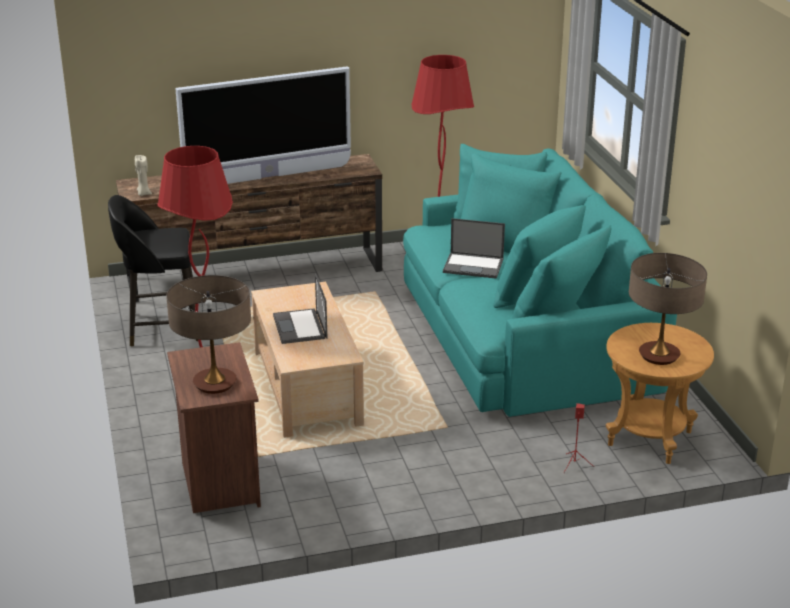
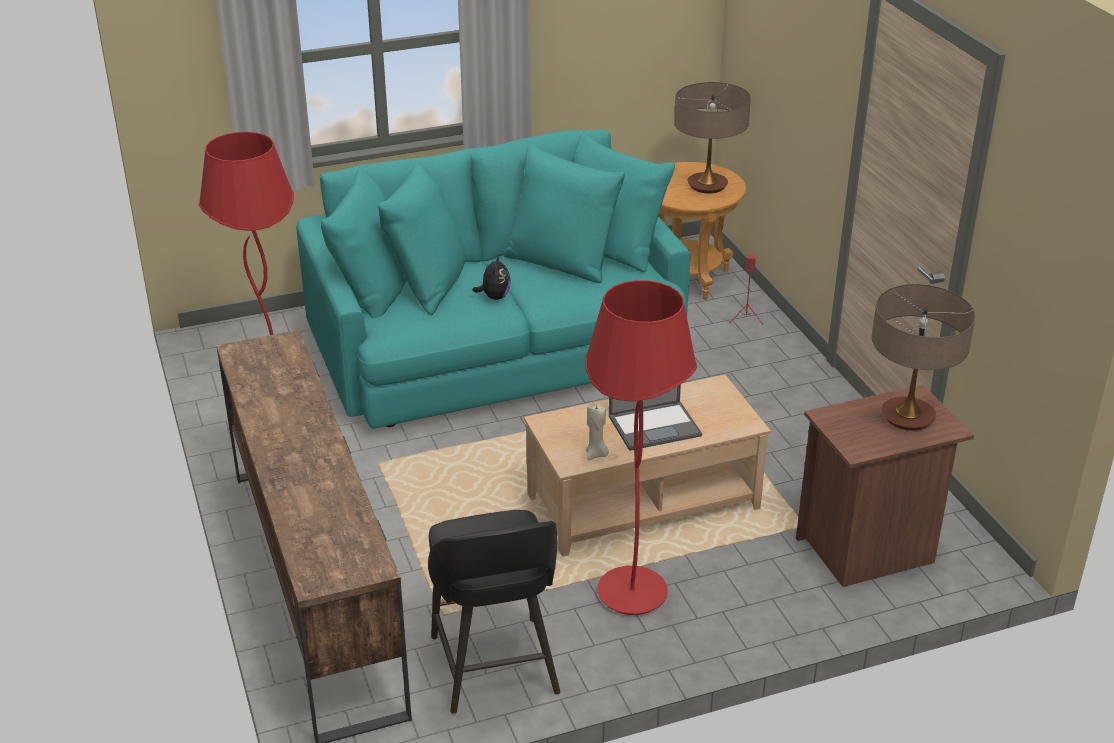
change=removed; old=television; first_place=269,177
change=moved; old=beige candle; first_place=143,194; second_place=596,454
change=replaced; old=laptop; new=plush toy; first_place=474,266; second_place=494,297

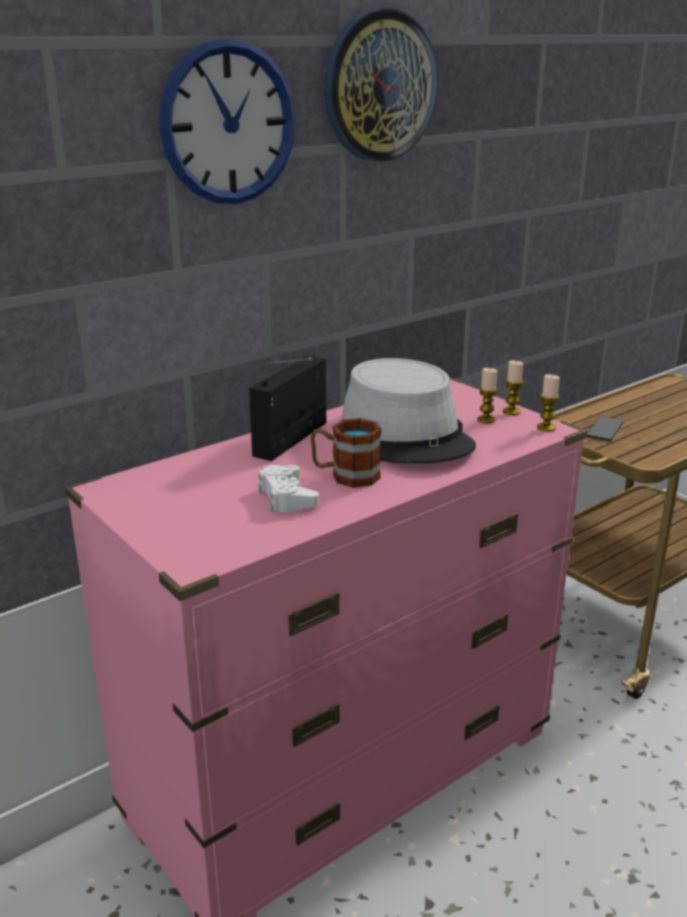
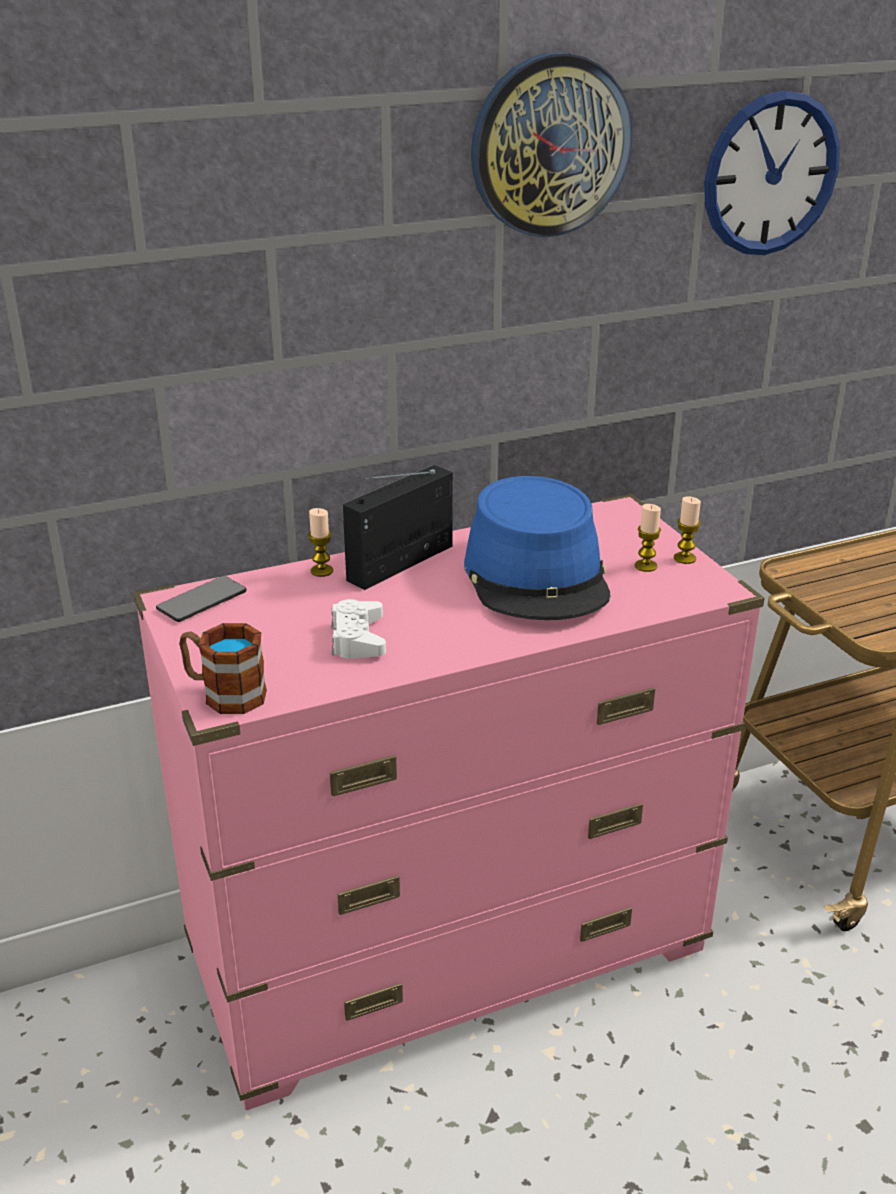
change=moved; old=wall clock; first_place=229,124; second_place=771,174
change=moved; old=mug; first_place=345,475; second_place=224,693
change=moved; old=candle; first_place=546,427; second_place=322,571
change=moved; old=phone; first_place=604,430; second_place=202,600
change=recoloured; old=grey hat; new=blue hat; first_place=406,435; second_place=537,575

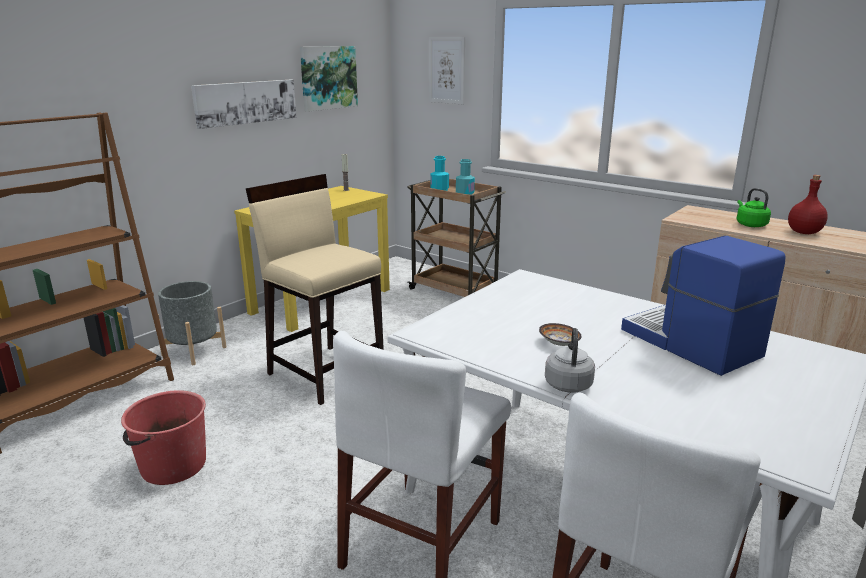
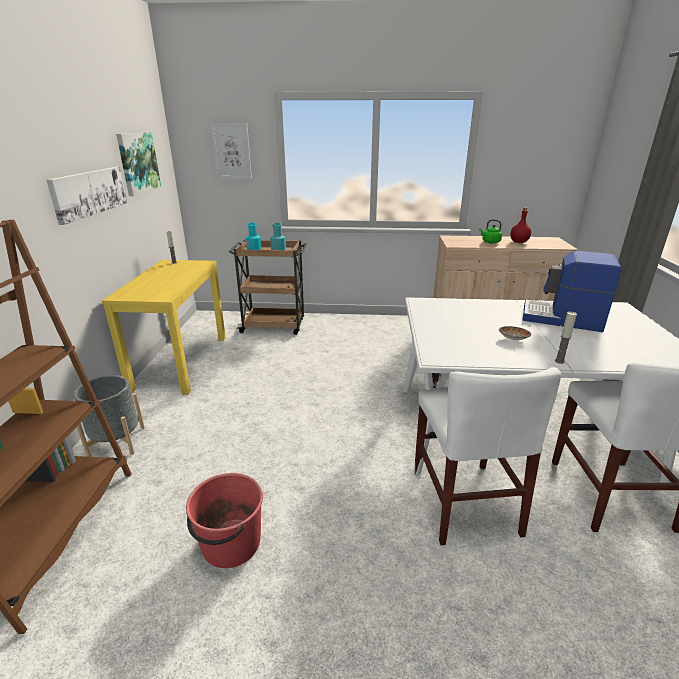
change=removed; old=beige stool; first_place=326,372
change=replaced; old=grey kettle; new=candle; first_place=568,383; second_place=559,361

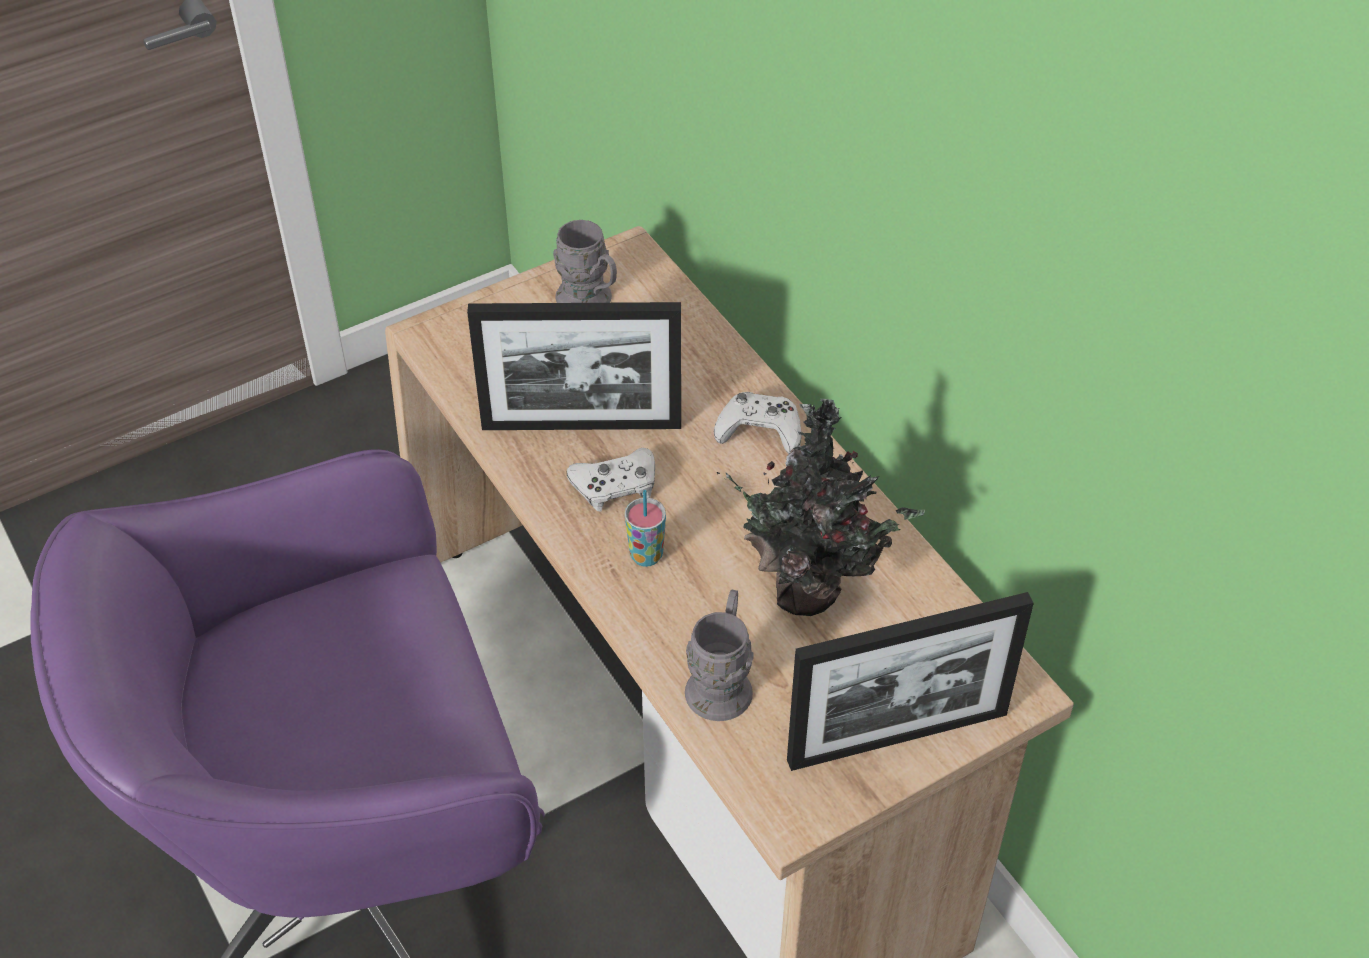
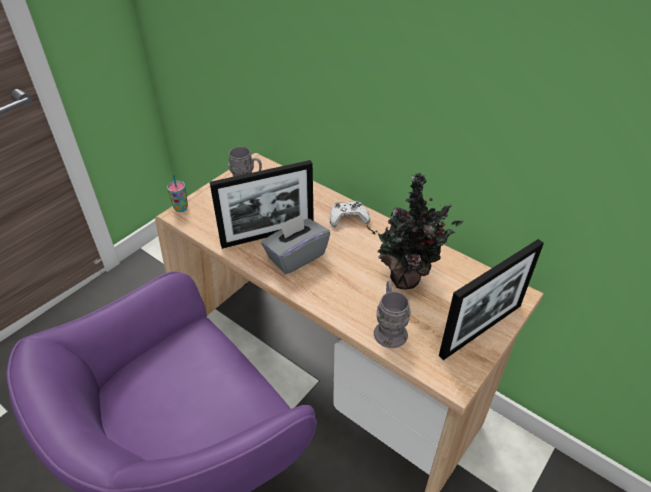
change=moved; old=cup; first_place=646,556; second_place=181,208
change=replaced; old=white game controller; new=grey tissue box; first_place=615,486; second_place=296,256

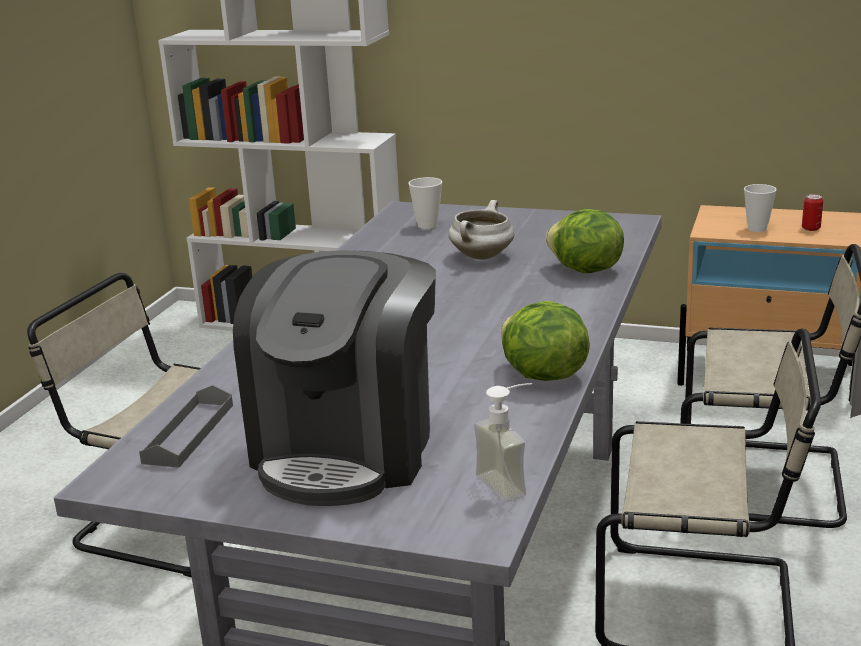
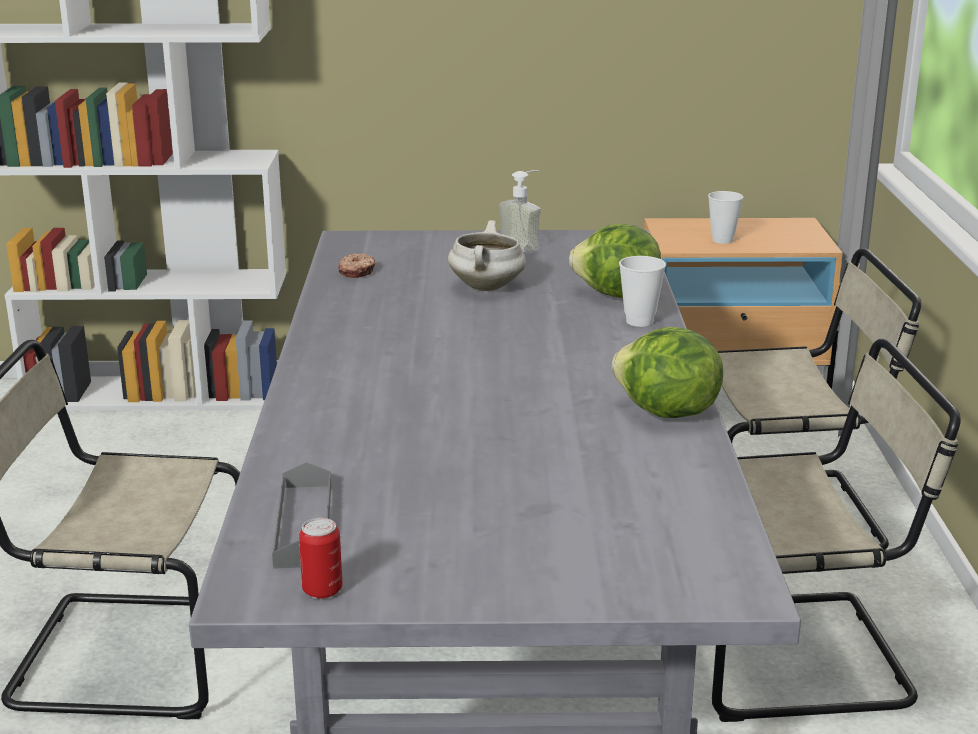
change=removed; old=coffee machine; first_place=347,449
change=added; new=donut; second_place=358,272
change=moved; old=cup; first_place=427,225; second_place=639,321
change=moved; old=soap dispenser; first_place=511,483; second_place=525,245
change=moved; old=can; first_place=811,228; second_place=322,590

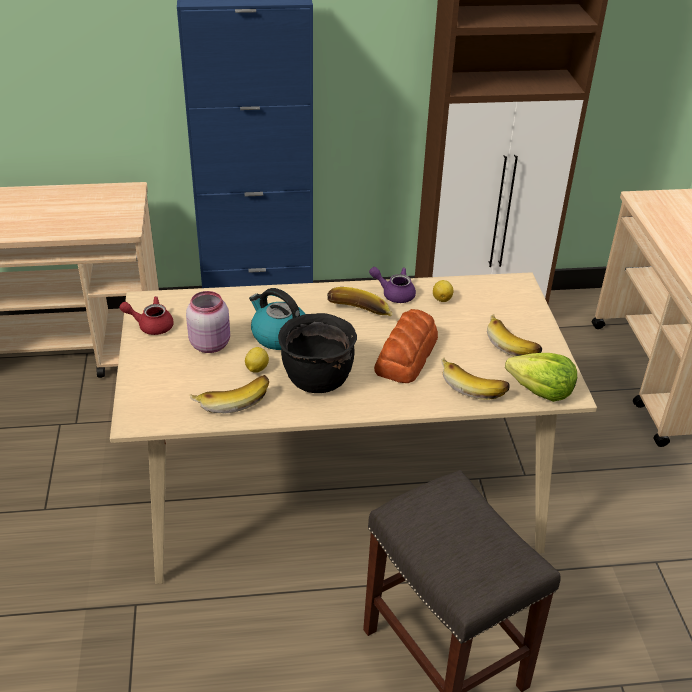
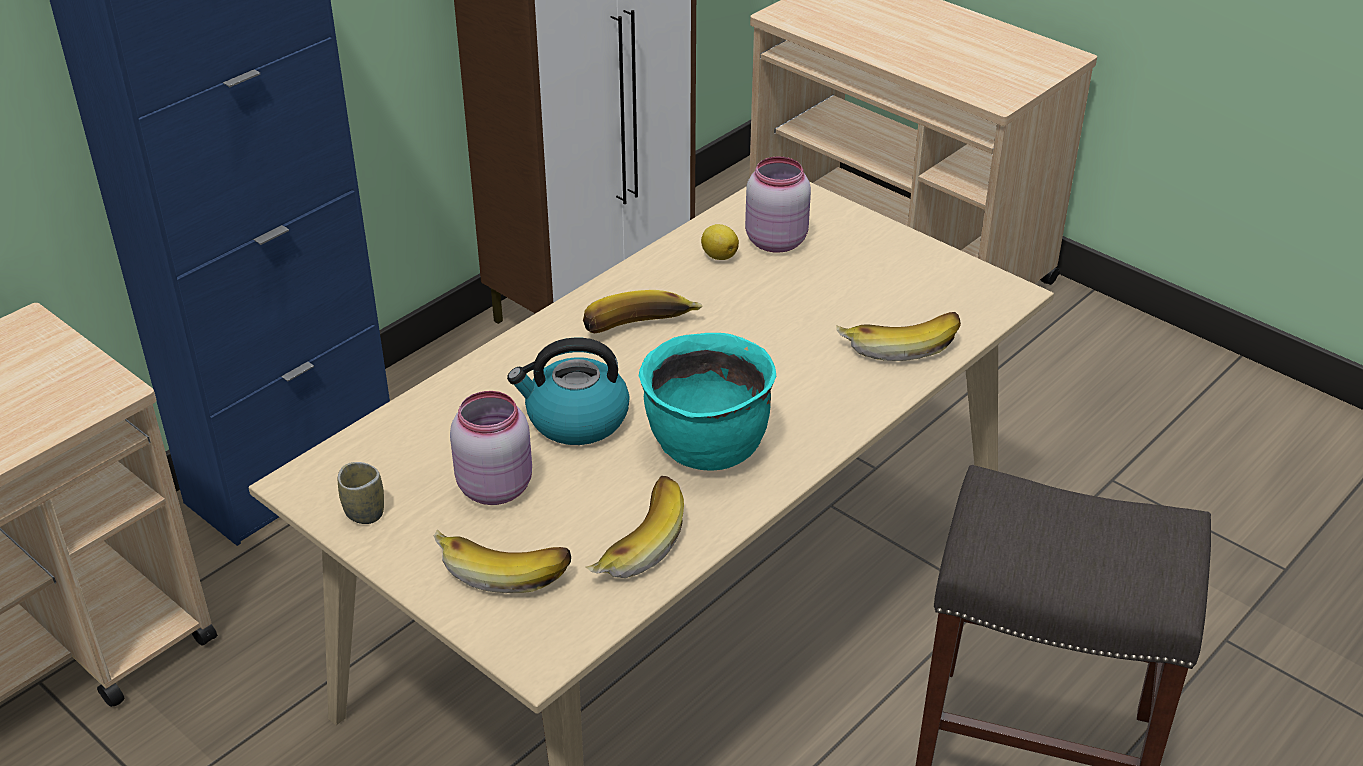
change=removed; old=lemon; first_place=256,369
change=removed; old=purple teapot; first_place=394,293
change=removed; old=bread; first_place=407,355
change=removed; old=lettuce; first_place=541,391
change=added; new=pink jar; second_place=775,240
change=moved; old=banana; first_place=513,344; second_place=505,567
change=replaced; old=red teapot; new=cup; first_place=151,325; second_place=364,512
change=recoloured; old=black cooking pot; new=turquoise cooking pot; first_place=317,379; second_place=706,447

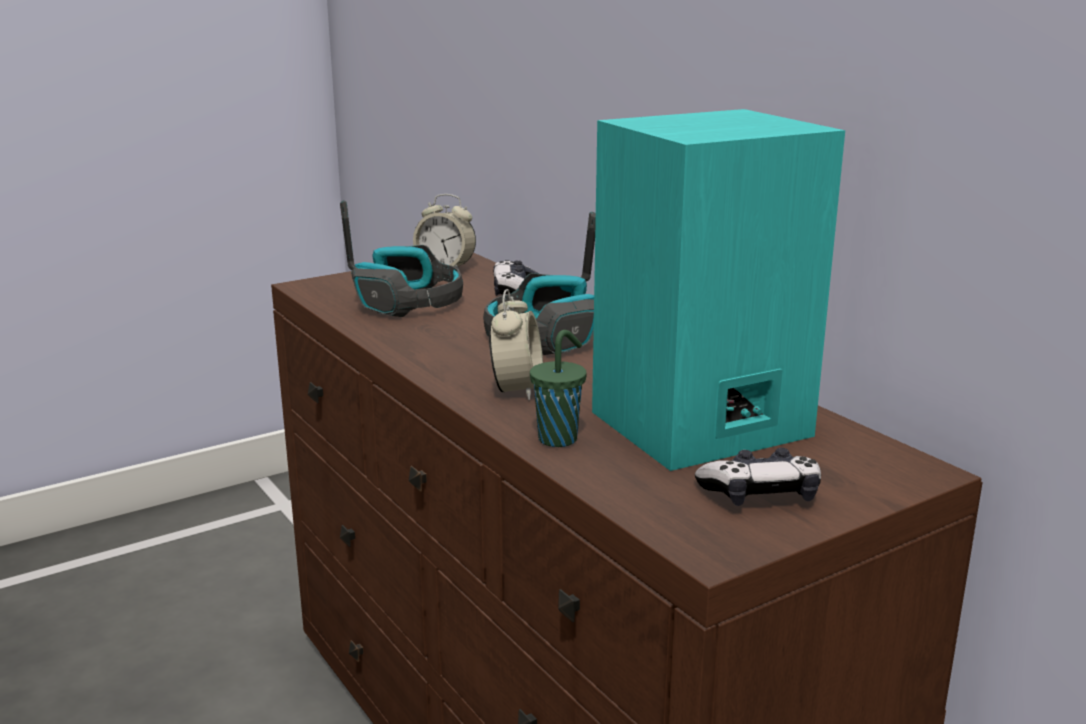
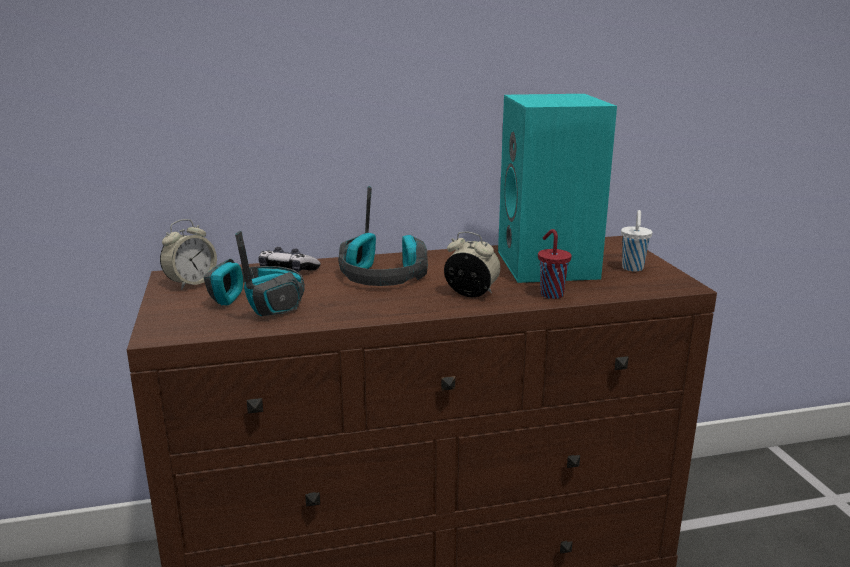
change=replaced; old=game controller; new=white cup; first_place=760,495; second_place=632,269
change=recoloured; old=green cup; new=red cup; first_place=559,438; second_place=550,294

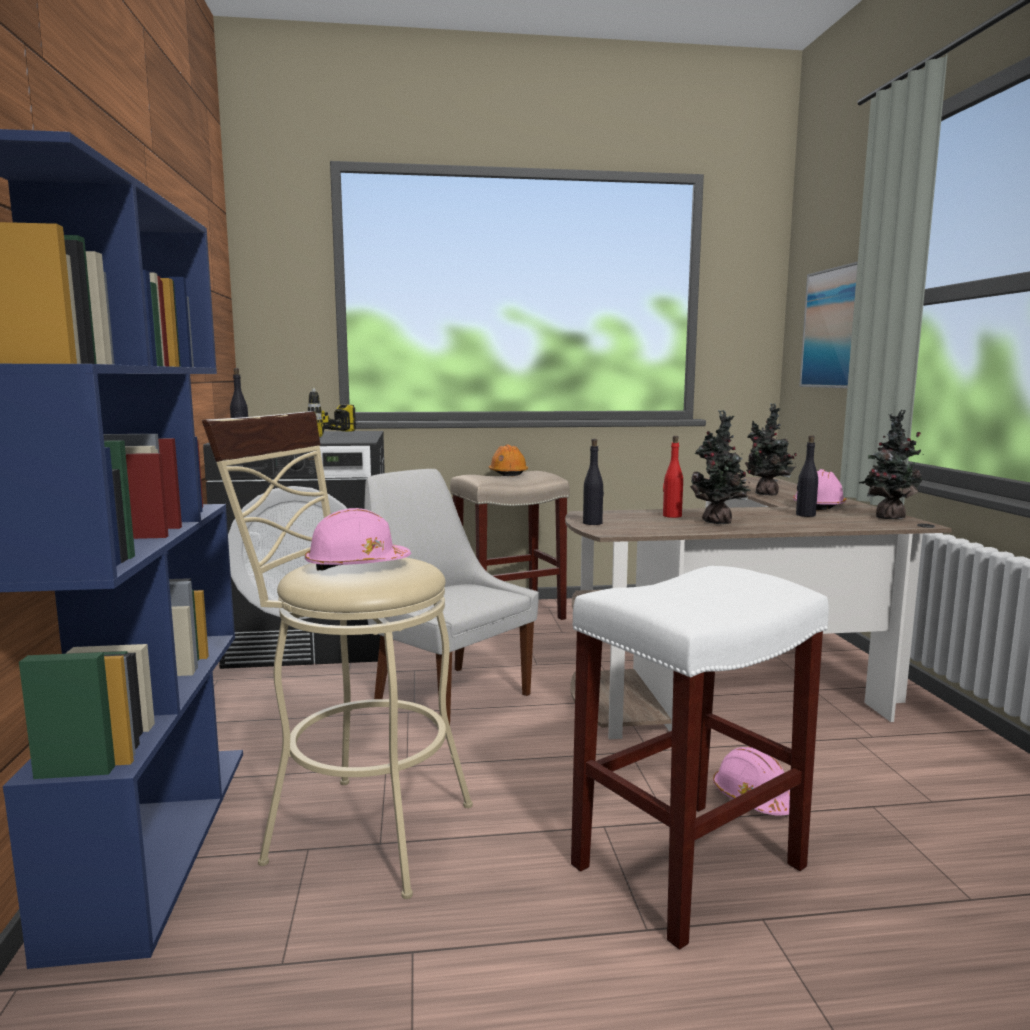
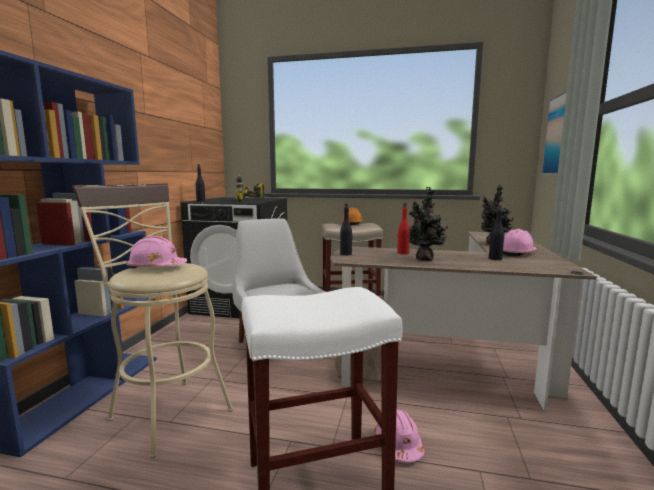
change=removed; old=potted plant; first_place=886,517

